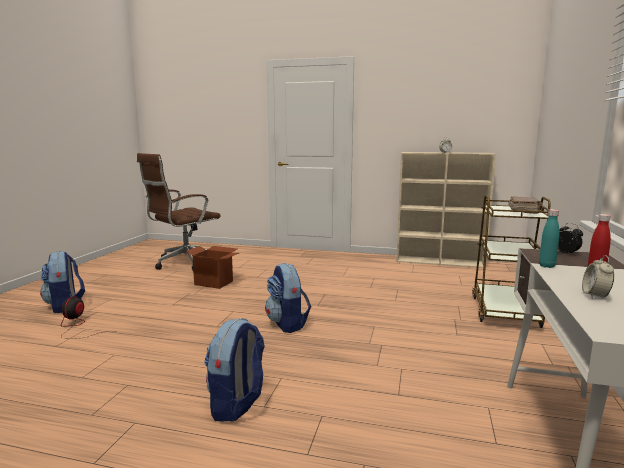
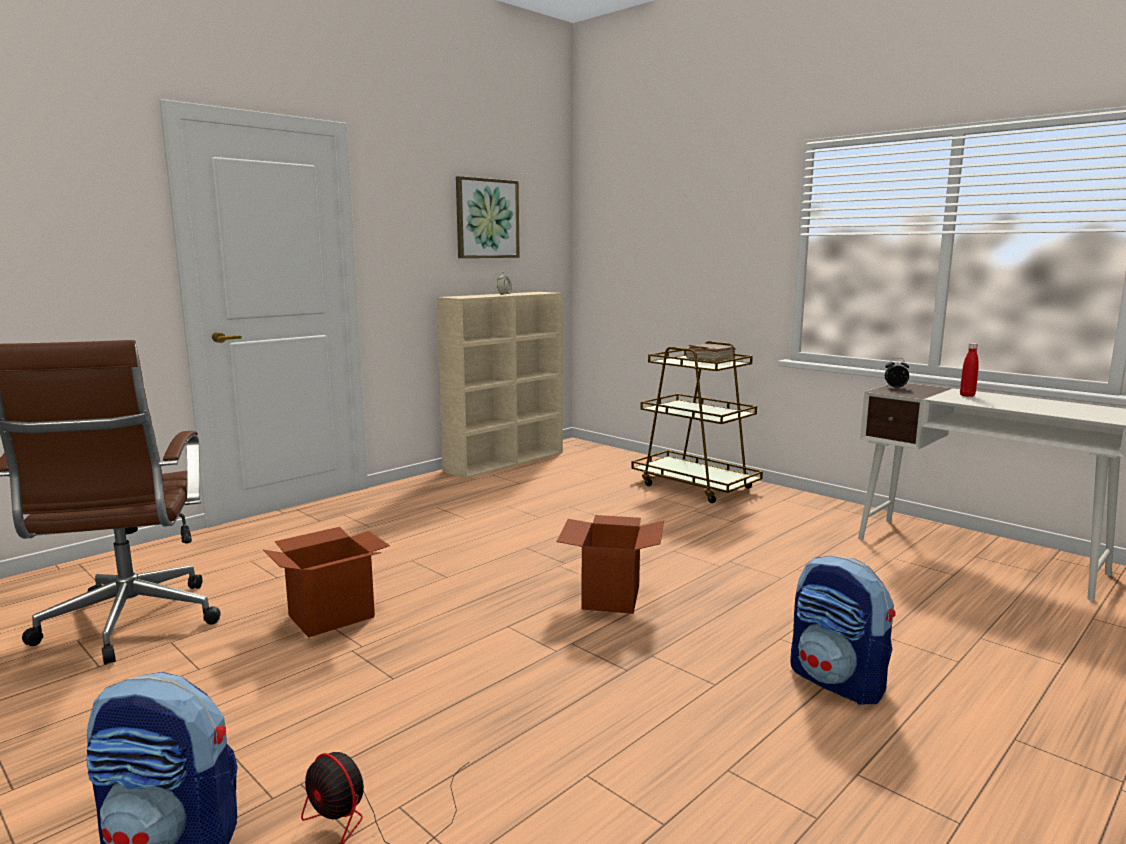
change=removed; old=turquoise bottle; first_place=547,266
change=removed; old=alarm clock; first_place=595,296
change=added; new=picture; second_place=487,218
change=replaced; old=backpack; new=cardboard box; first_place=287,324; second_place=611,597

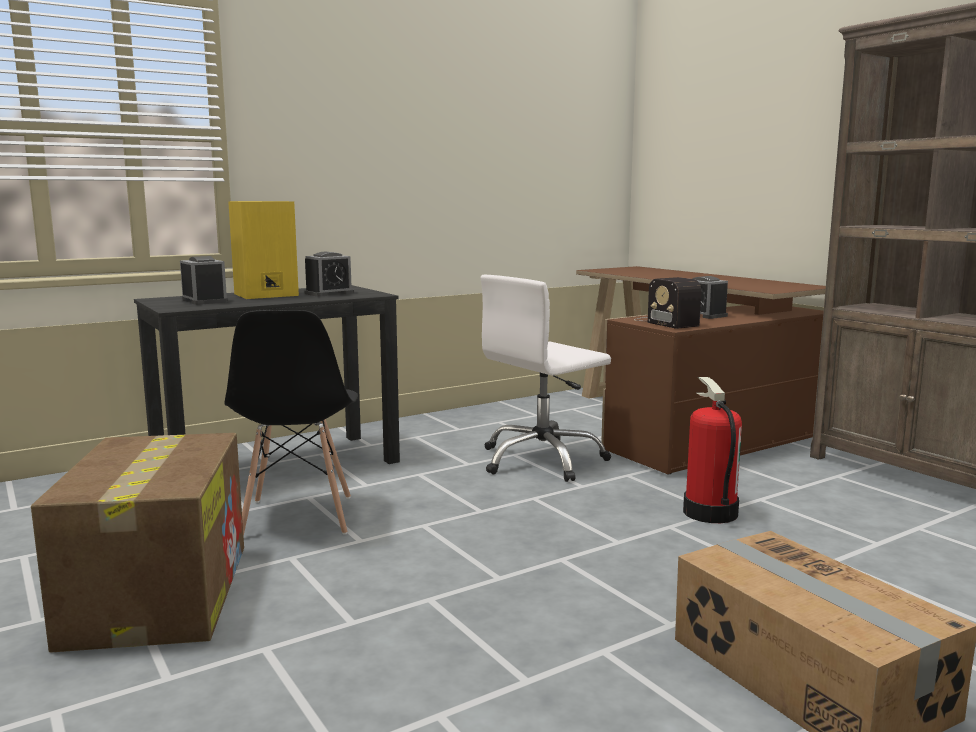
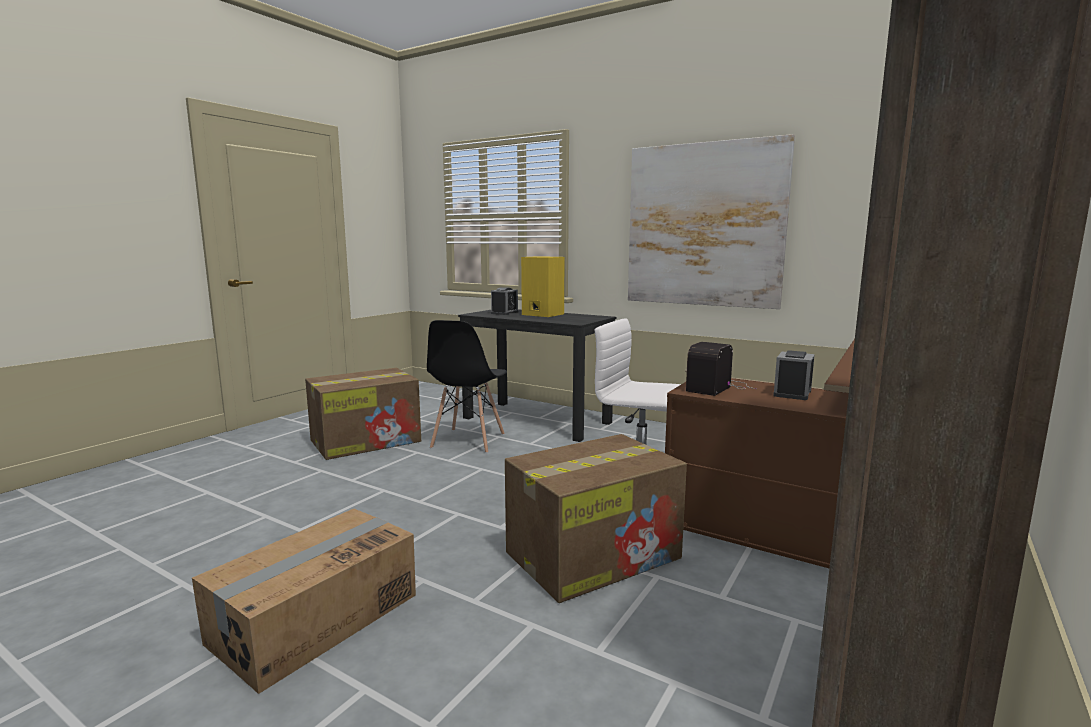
change=removed; old=alarm clock; first_place=329,293
change=added; new=picture; second_place=704,225
change=replaced; old=fire extinguisher; new=cardboard box; first_place=709,512; second_place=594,554
change=turned; old=black chair; first_place=297,517; second_place=468,441; degrees=-45

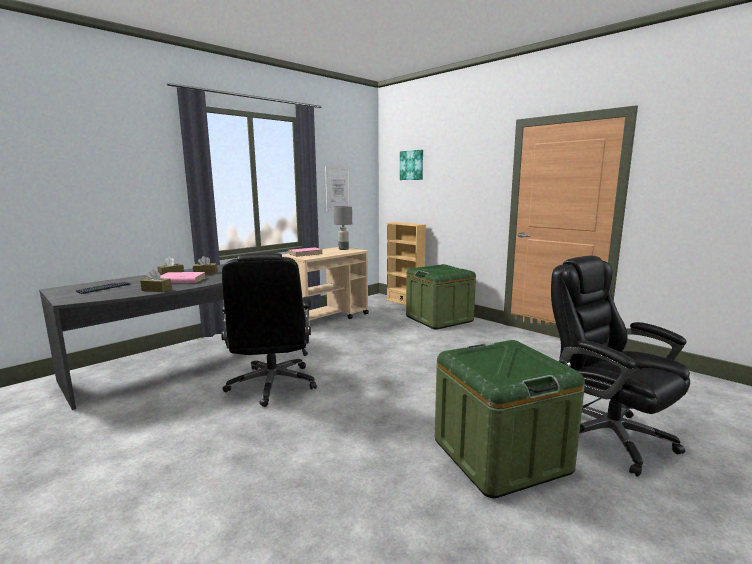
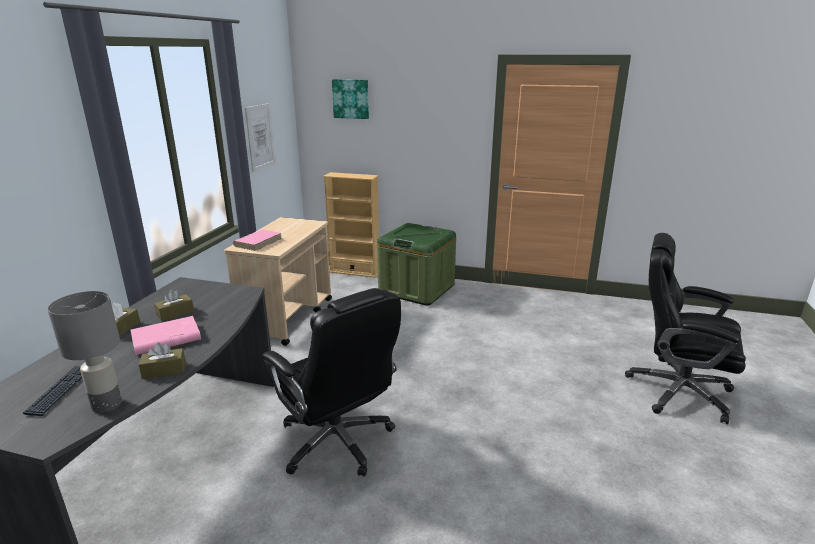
change=removed; old=green storage box; first_place=500,455
change=moved; old=grey table lamp; first_place=343,249; second_place=107,404

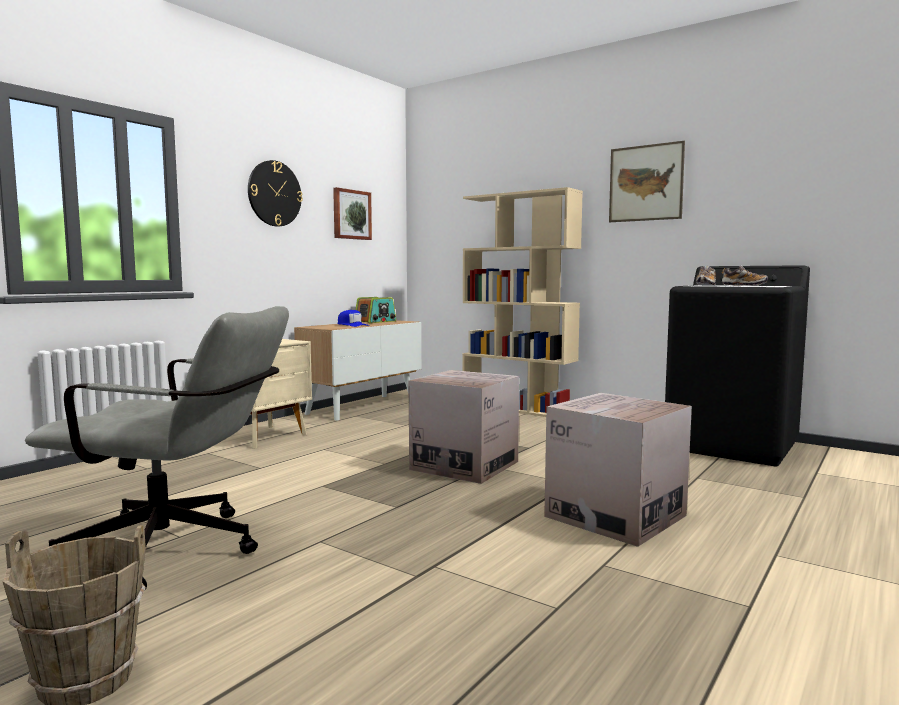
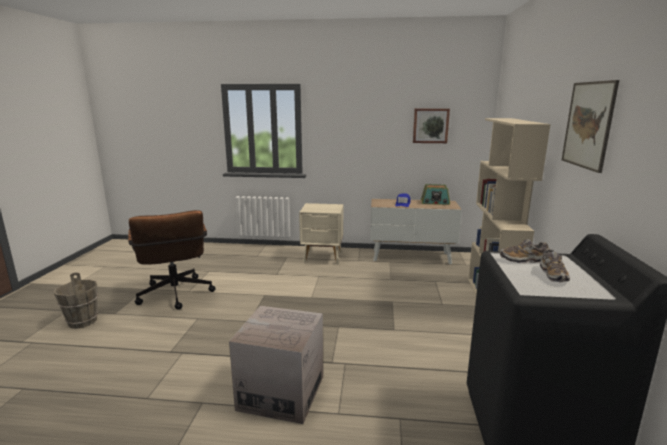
change=removed; old=wall clock; first_place=274,193
change=removed; old=cardboard box; first_place=464,465
change=recoloured; old=grey office chair; new=brown office chair; first_place=179,551; second_place=176,296

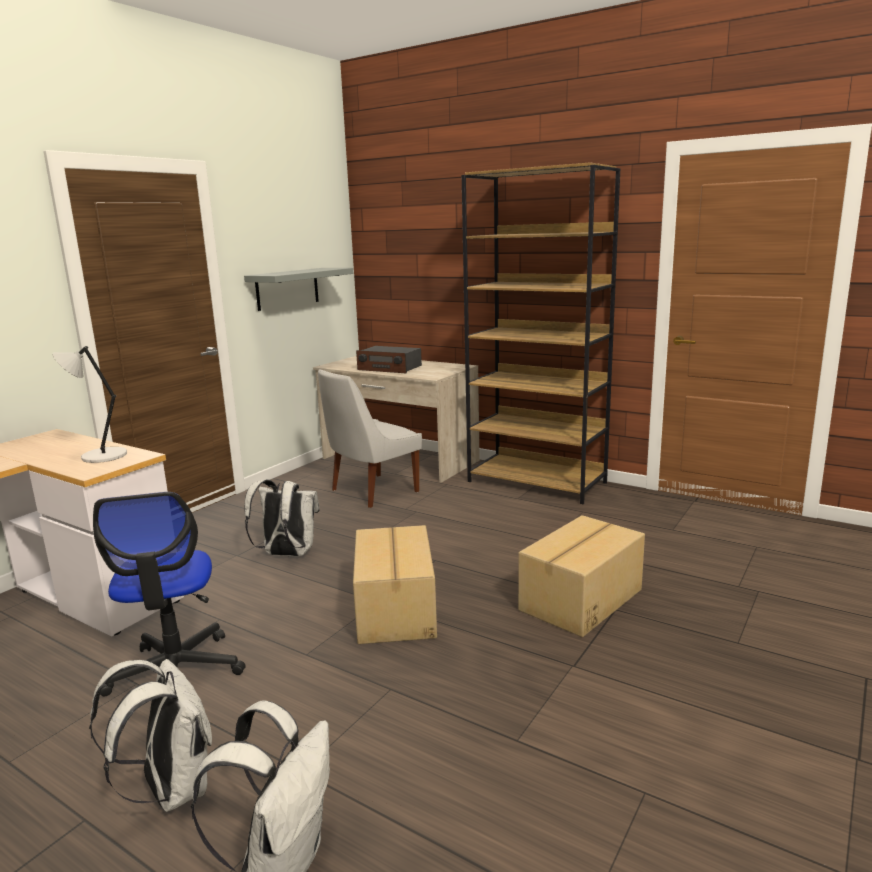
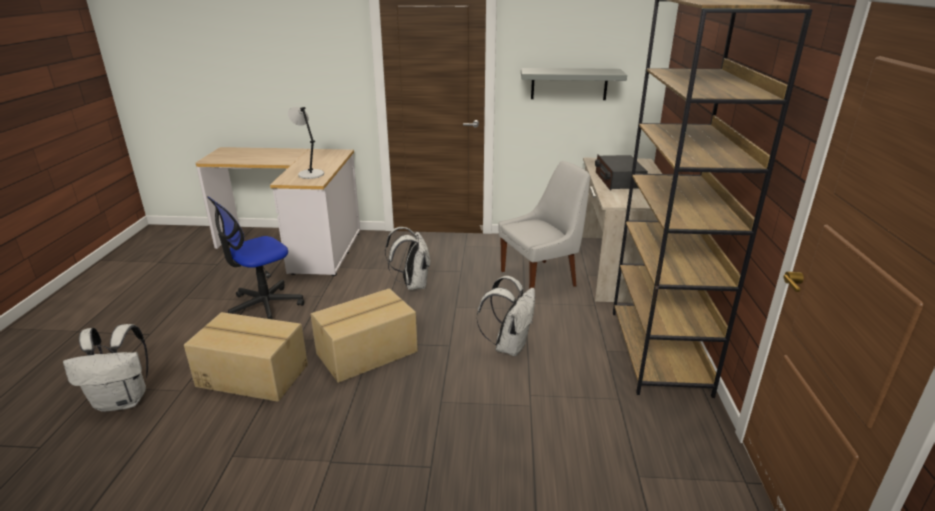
change=moved; old=white backpack; first_place=171,789; second_place=509,346
change=moved; old=cardboard box; first_place=579,599; second_place=253,374
change=turned; old=white chair; first_place=371,491; second_place=540,278; degrees=135

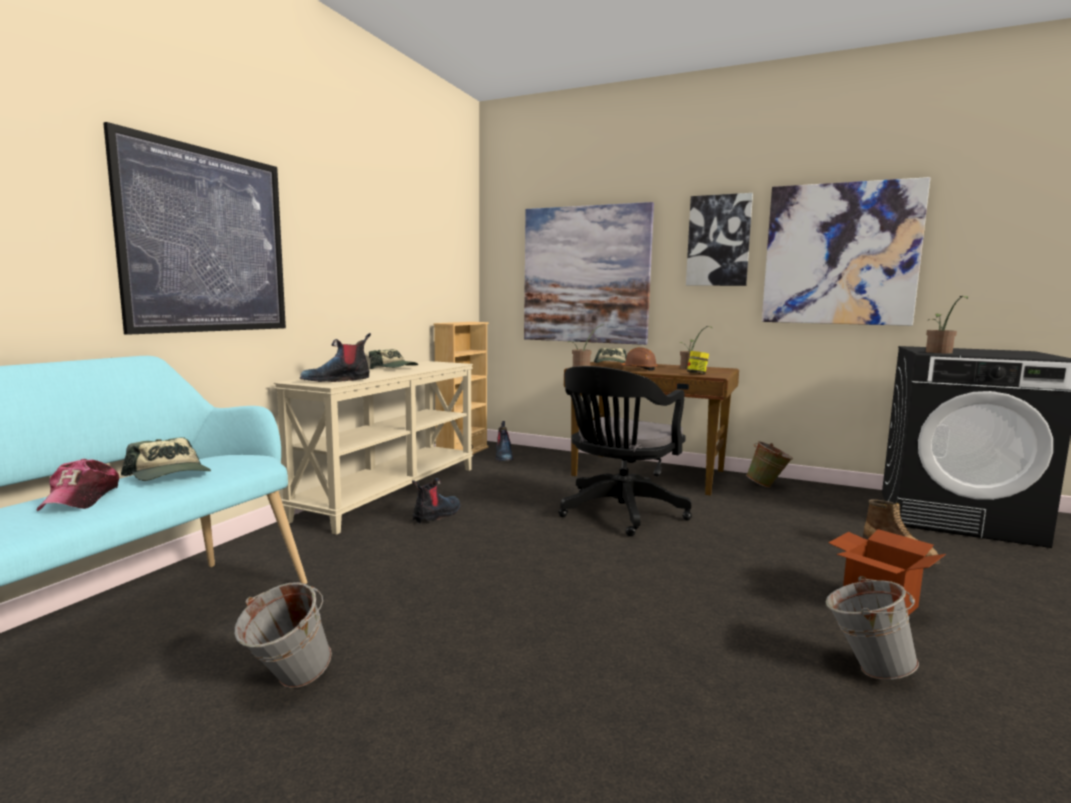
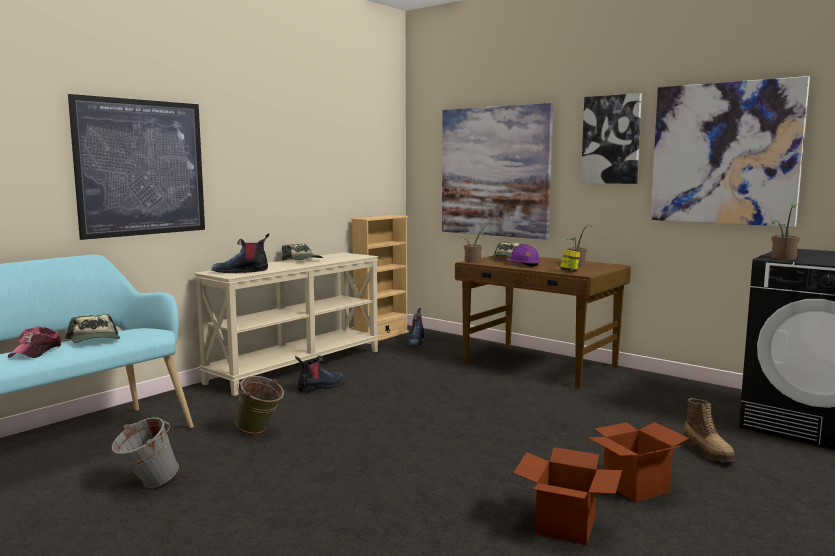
change=removed; old=black office chair; first_place=619,514
change=moved; old=green bucket; first_place=768,486; second_place=260,431
change=replaced; old=grey bucket; new=cardboard box; first_place=864,668; second_place=565,526
change=recoloured; old=brown hard hat; new=purple hard hat; first_place=639,369; second_place=523,265

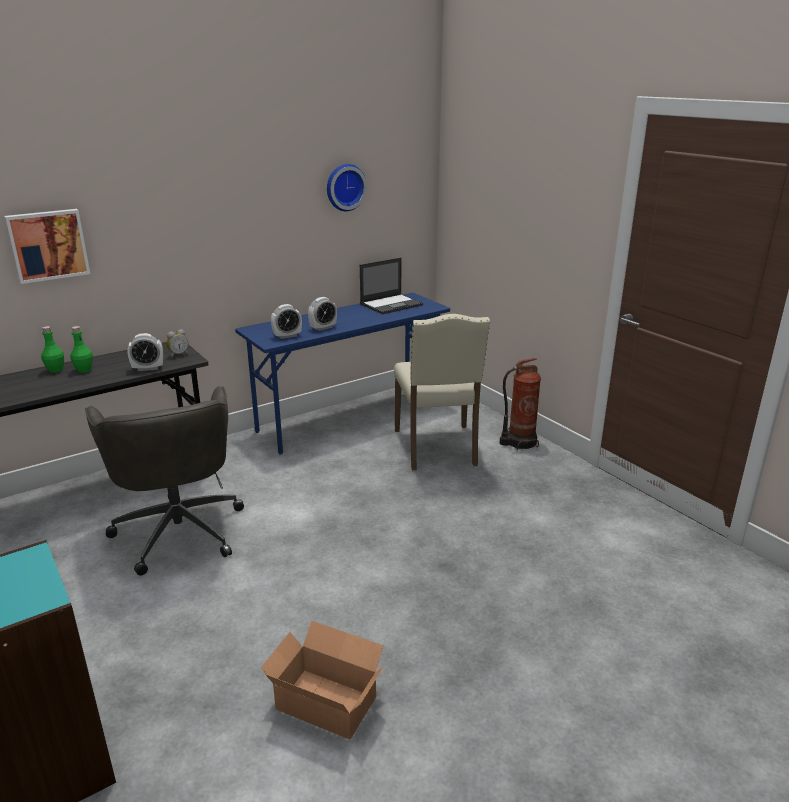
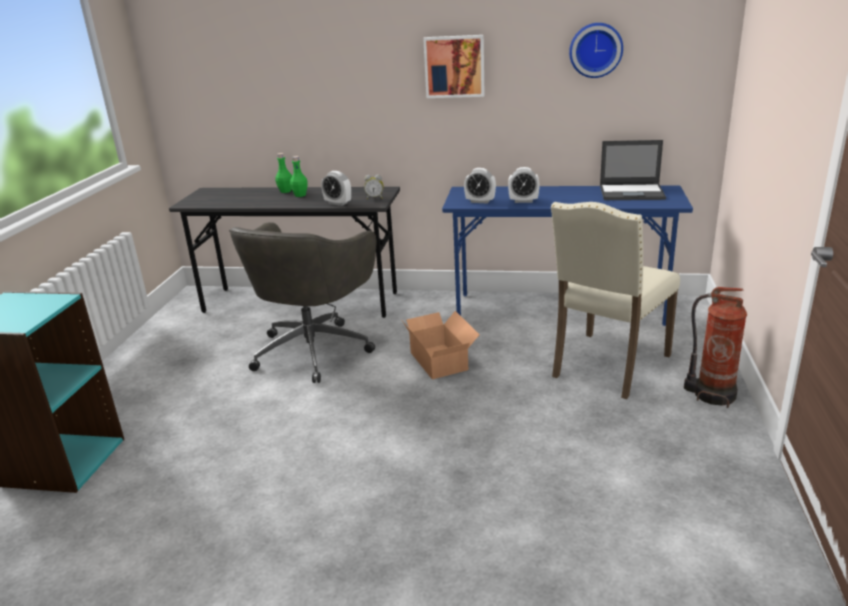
change=moved; old=picture; first_place=48,245; second_place=454,66
change=moved; old=cardboard box; first_place=326,699; second_place=440,360

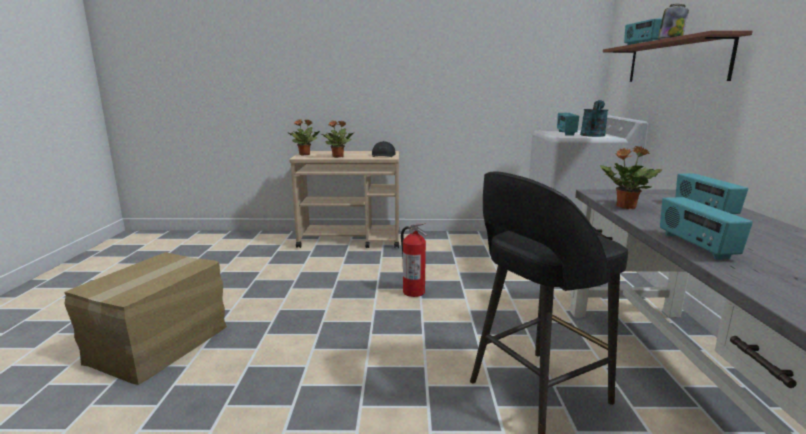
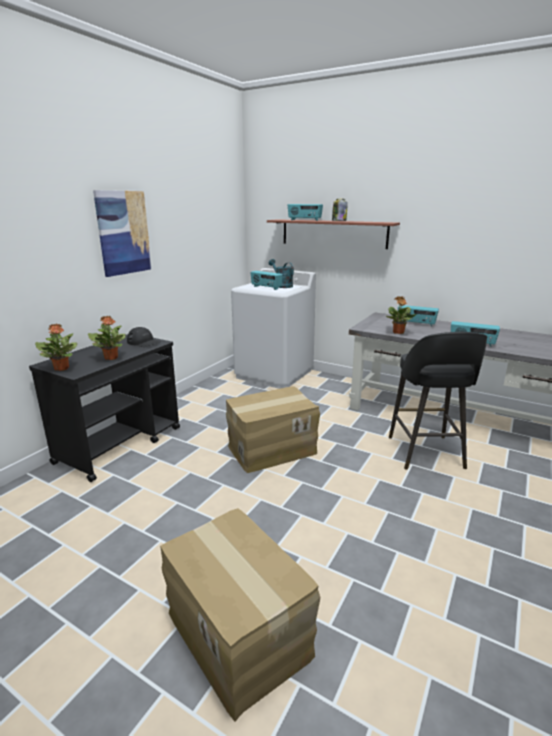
change=added; new=picture; second_place=123,233
change=replaced; old=fire extinguisher; new=cardboard box; first_place=413,292; second_place=271,449
change=recoloured; old=beige cart; new=black cart; first_place=351,240; second_place=120,444

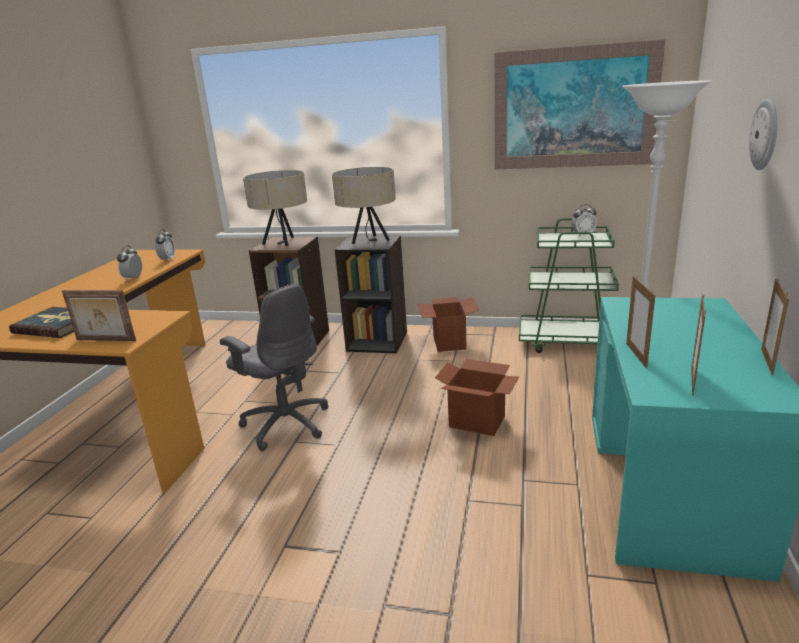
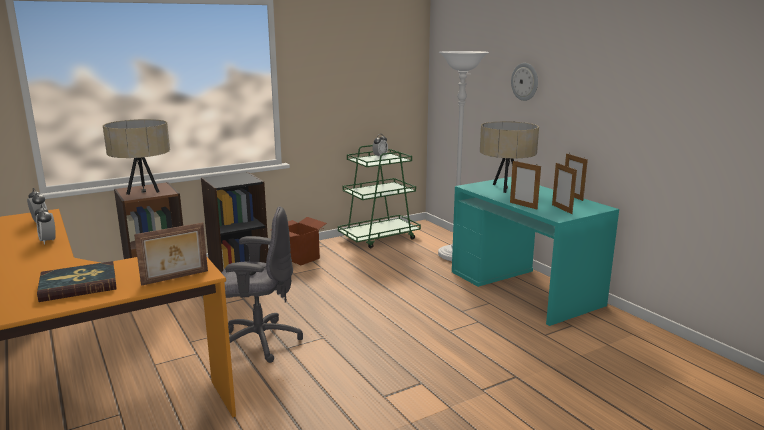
change=removed; old=cardboard box; first_place=477,421
change=removed; old=picture; first_place=574,108
change=moved; old=beige table lamp; first_place=368,241; second_place=505,189

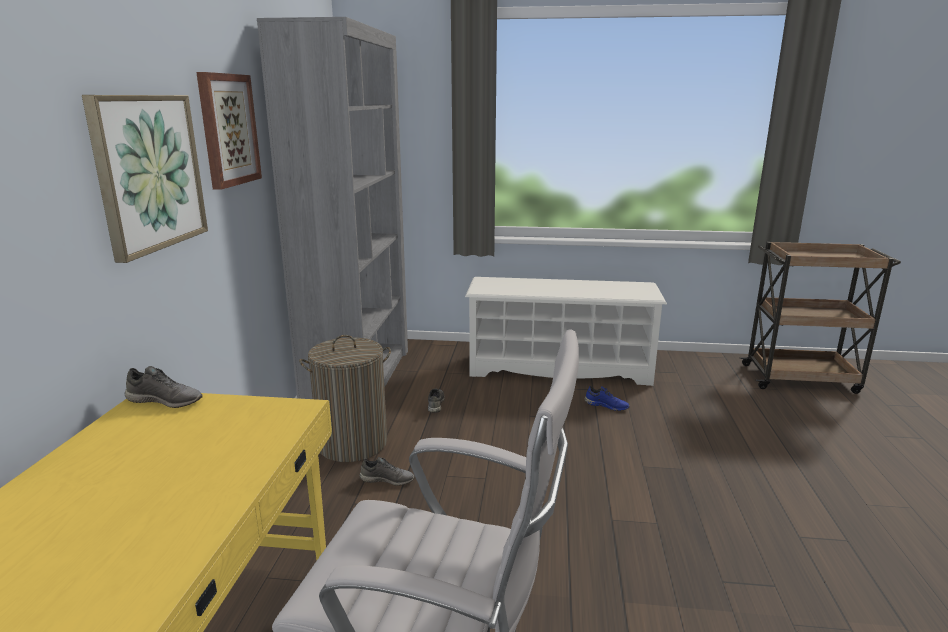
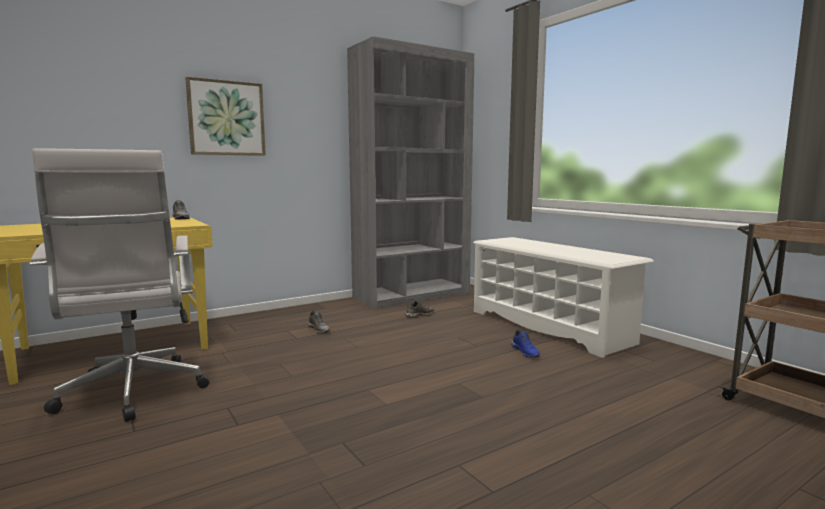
change=removed; old=picture; first_place=227,130
change=removed; old=laundry basket; first_place=352,443

